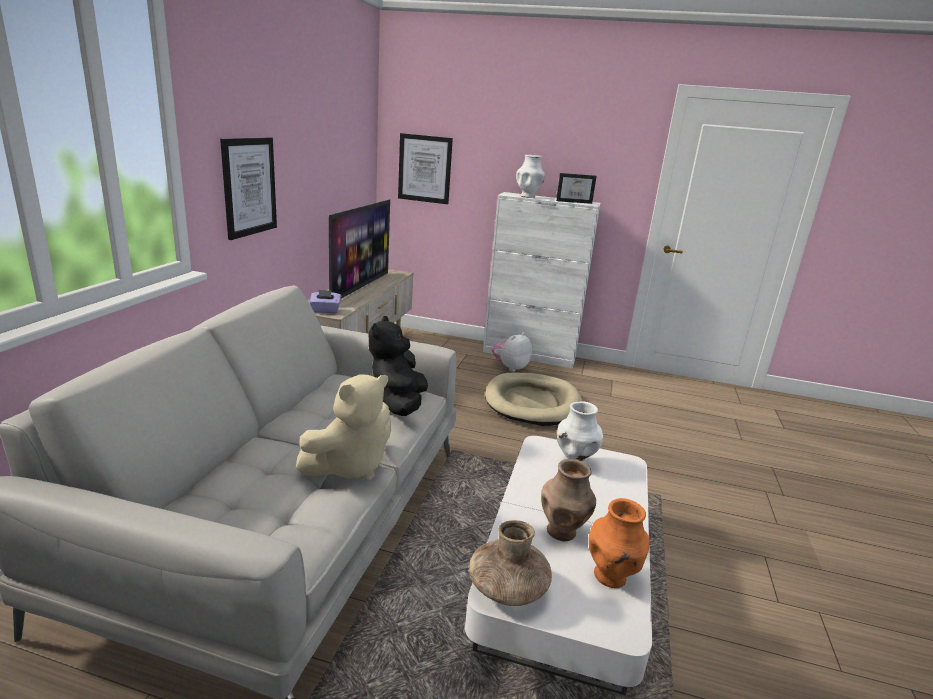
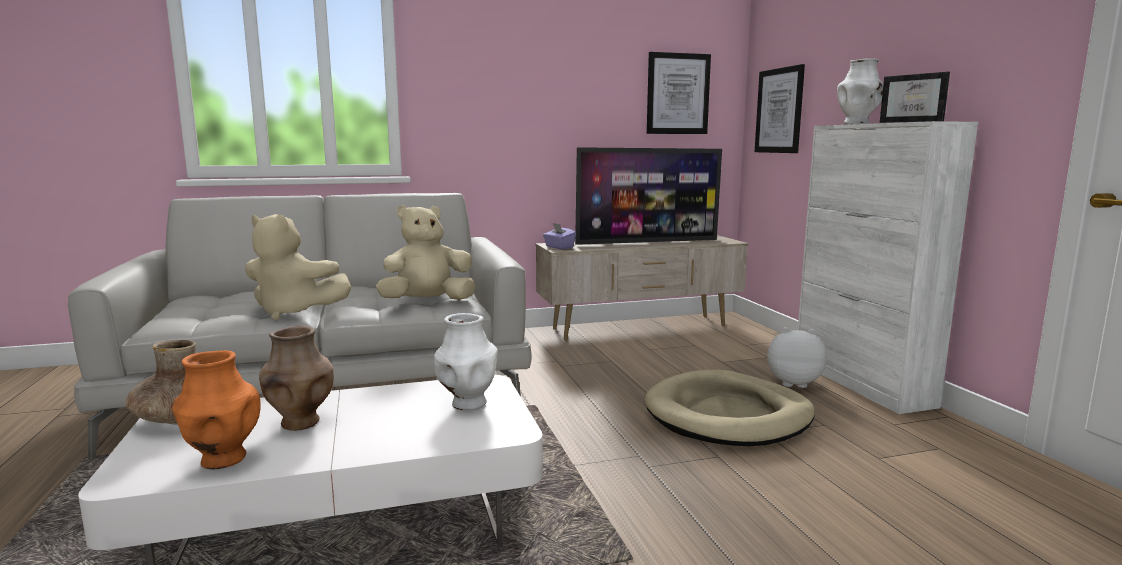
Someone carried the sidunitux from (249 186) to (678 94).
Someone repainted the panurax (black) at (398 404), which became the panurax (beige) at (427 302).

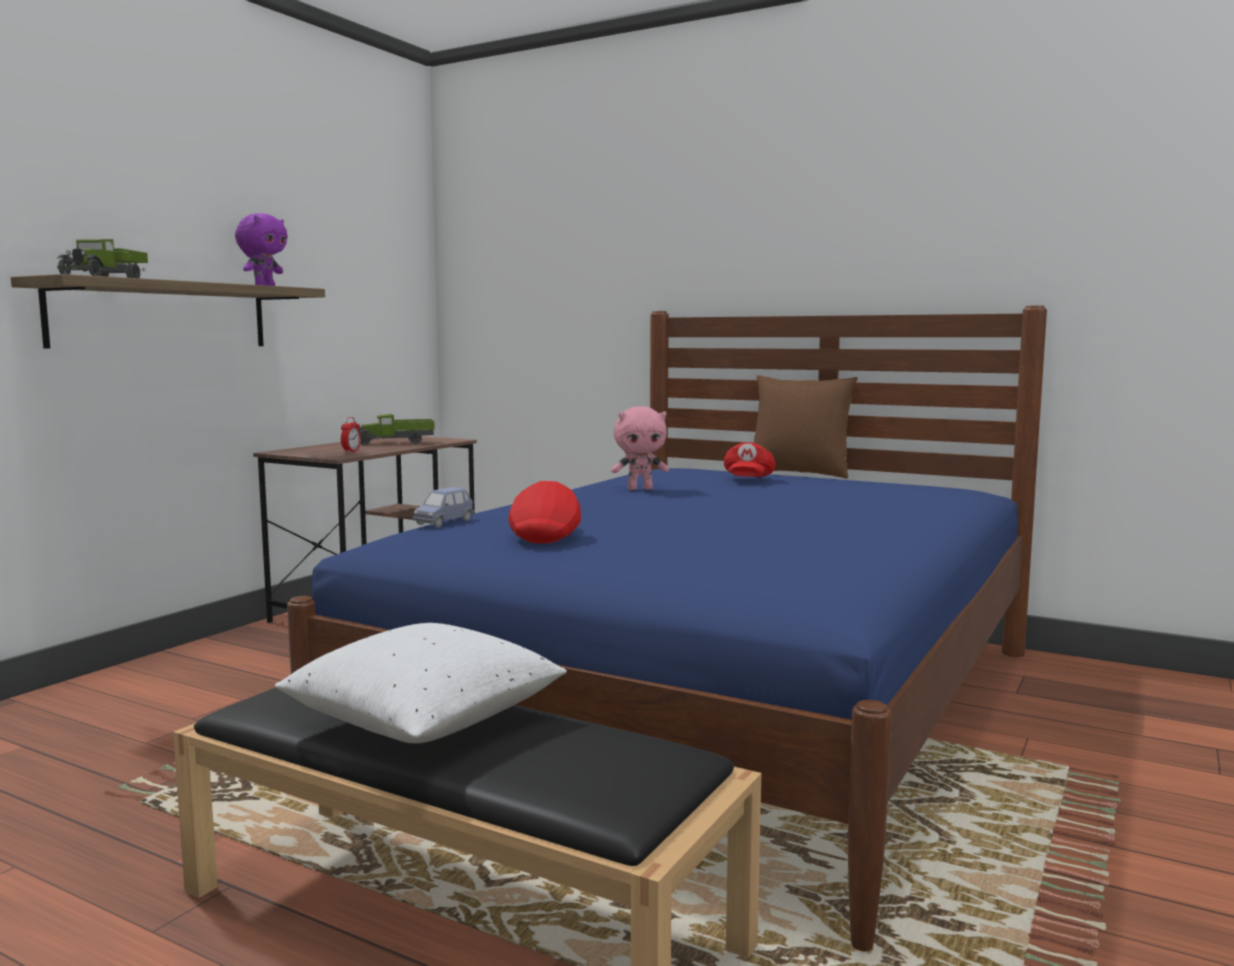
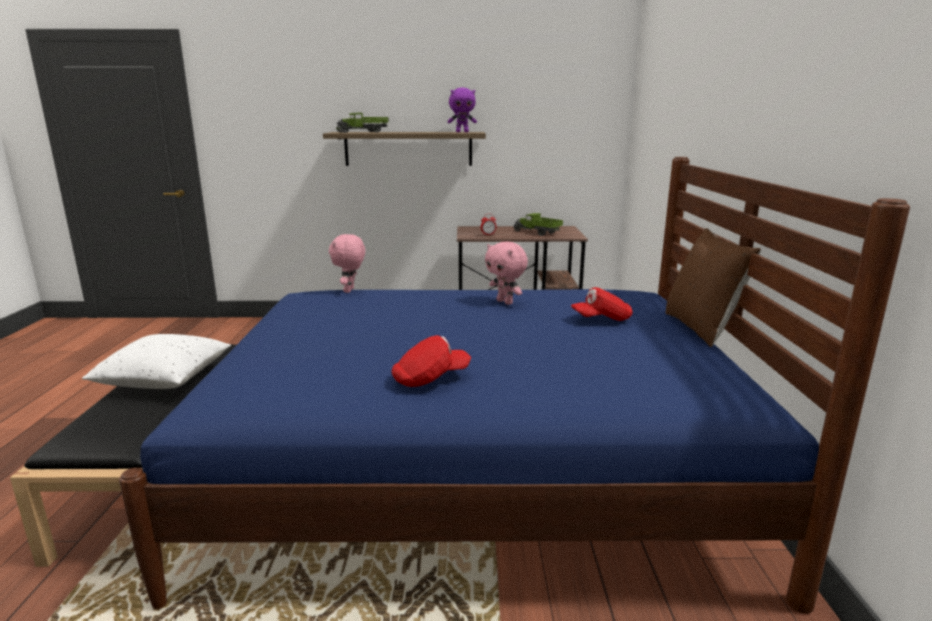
Someone swapped the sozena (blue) at (444 522) for the panurax (pink) at (350 290).
Someone carried the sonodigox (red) from (546 535) to (430 378).

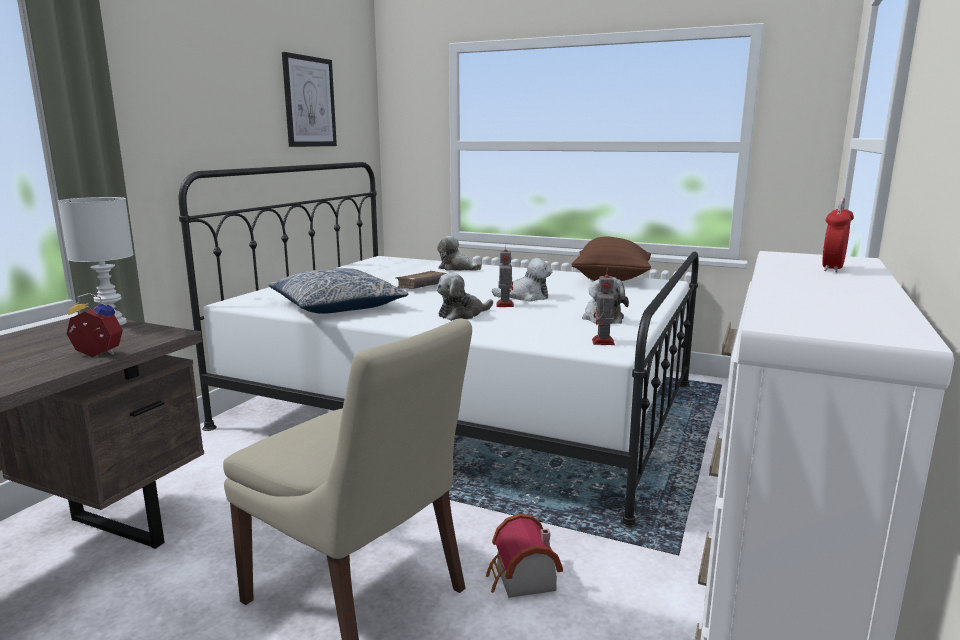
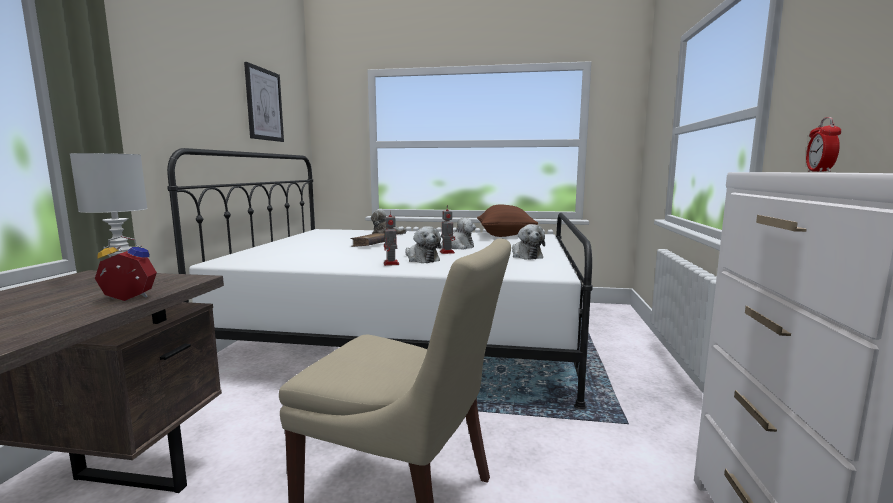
Someone took away the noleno at (337 306).
Someone rotated the panurax at (462 314) by 75 degrees counterclockwise.
Someone took away the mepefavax at (522 580).
Someone carried the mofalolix from (603 342) to (391 264).

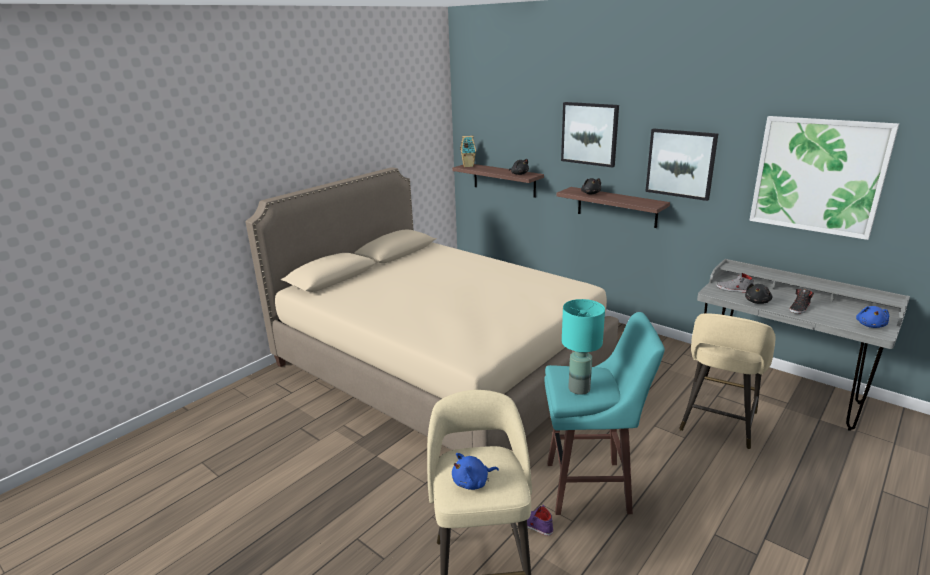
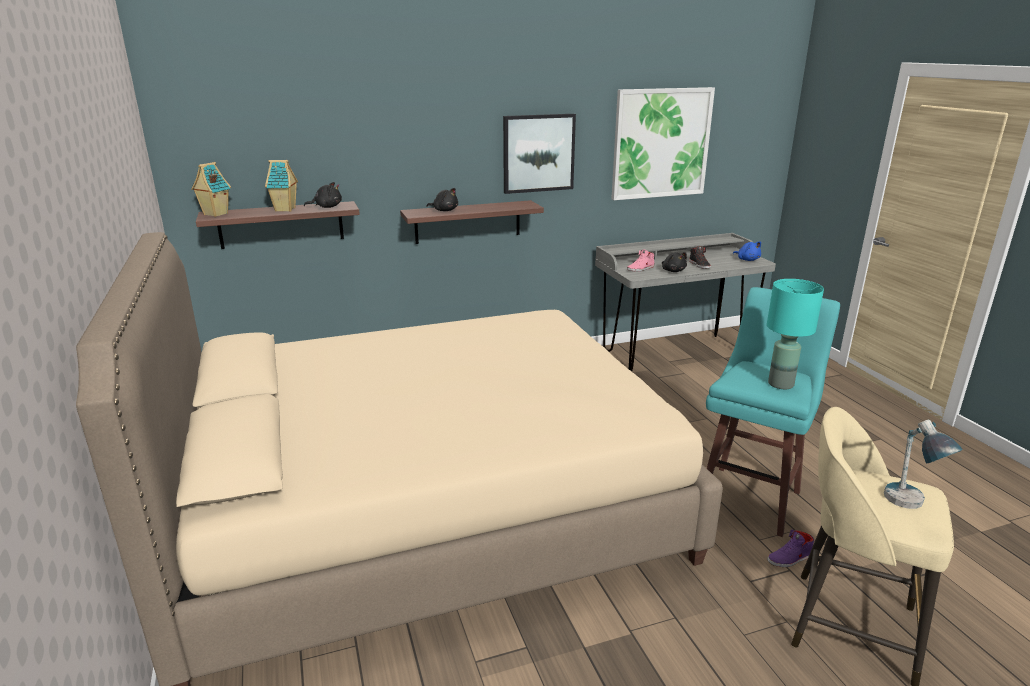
Someone swapped the panurax (blue) at (472 482) for the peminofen at (908 507).
Someone took away the sidunitux at (589 134).
Someone took away the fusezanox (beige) at (717 422).
Someone repainted the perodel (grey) at (734 289), which became the perodel (pink) at (641 268).
Someone put down the mepefavax at (285 209).

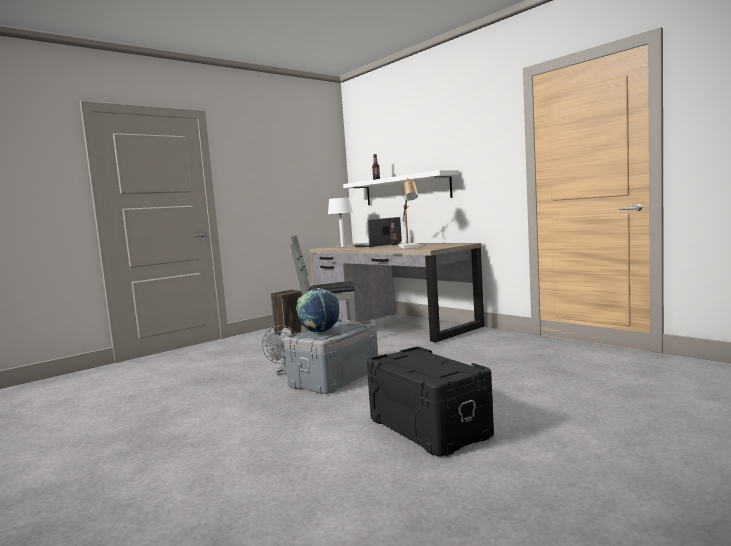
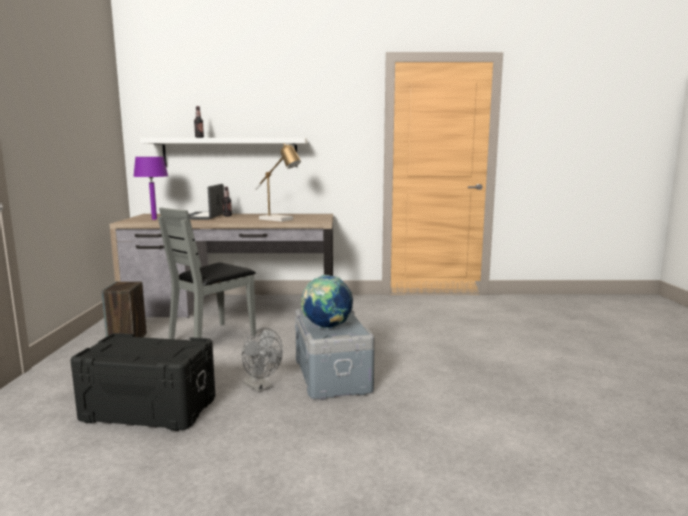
Someone repainted the peminofen (white) at (342 246), which became the peminofen (purple) at (154 219).
Someone carried the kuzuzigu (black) from (428 428) to (149 409).

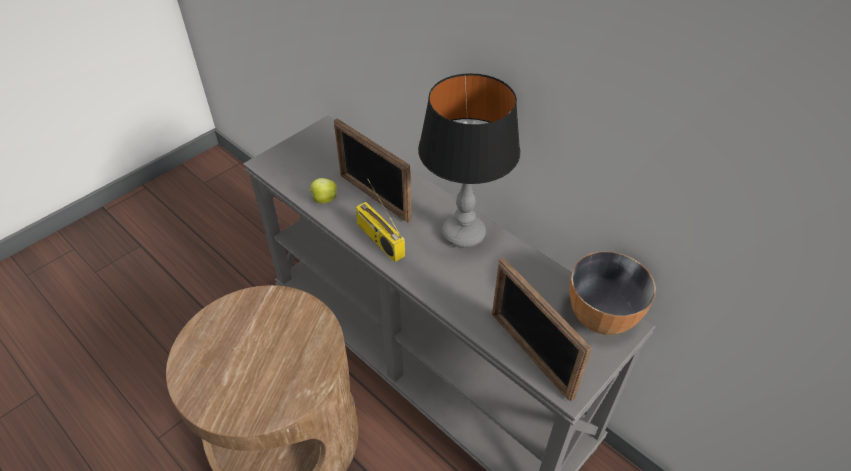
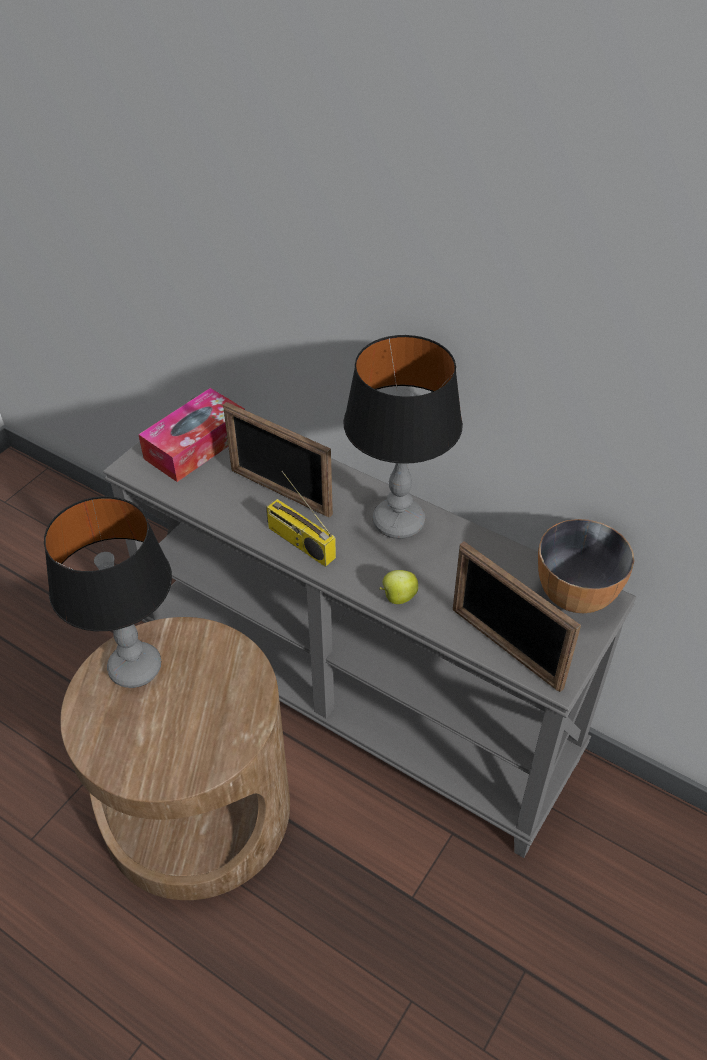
Someone carried the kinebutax from (324 199) to (398 597).
Someone put down the peminofen at (135 668).
Someone put down the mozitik at (196 446).

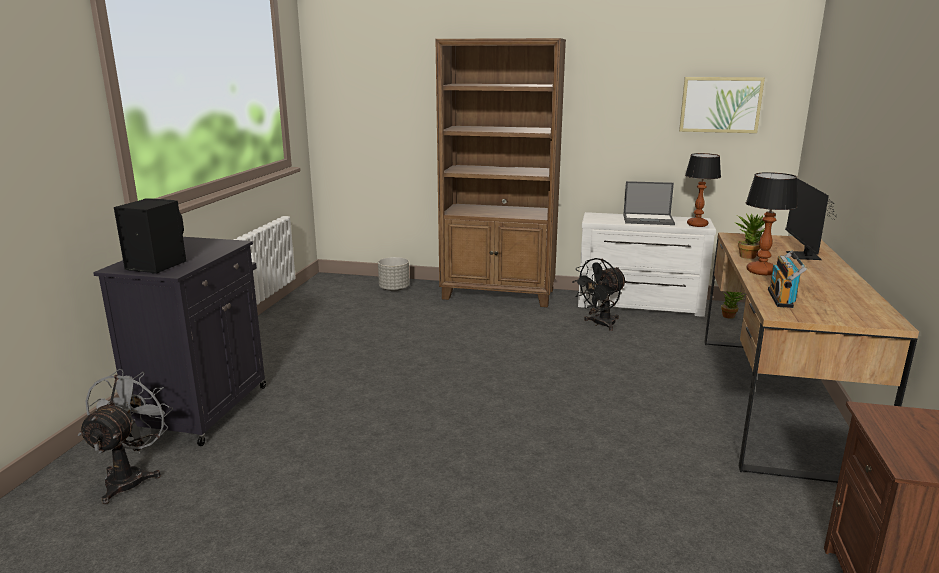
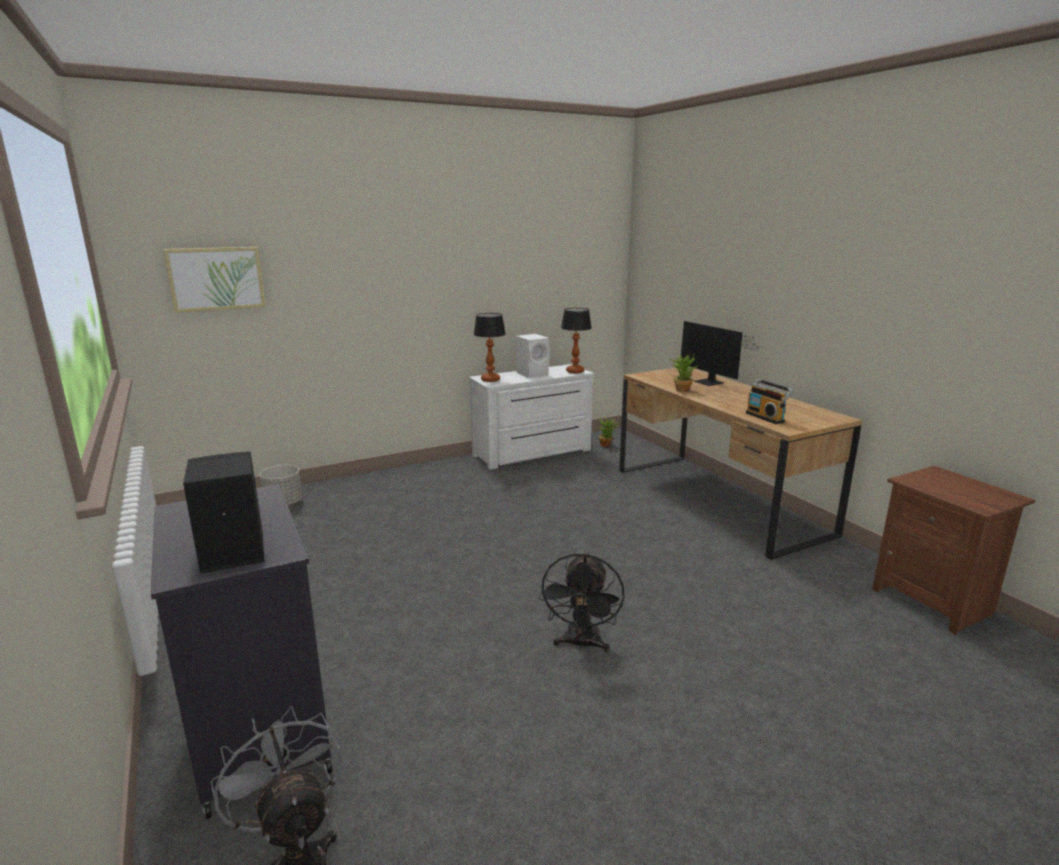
Someone took away the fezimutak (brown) at (499 295).
Someone carried the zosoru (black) from (600 324) to (581 644).
Someone swapped the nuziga at (649 219) for the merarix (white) at (533 374).
Someone carried the sidunitux from (720 104) to (216 278).
Someone carried the peminofen from (761 272) to (490 380).

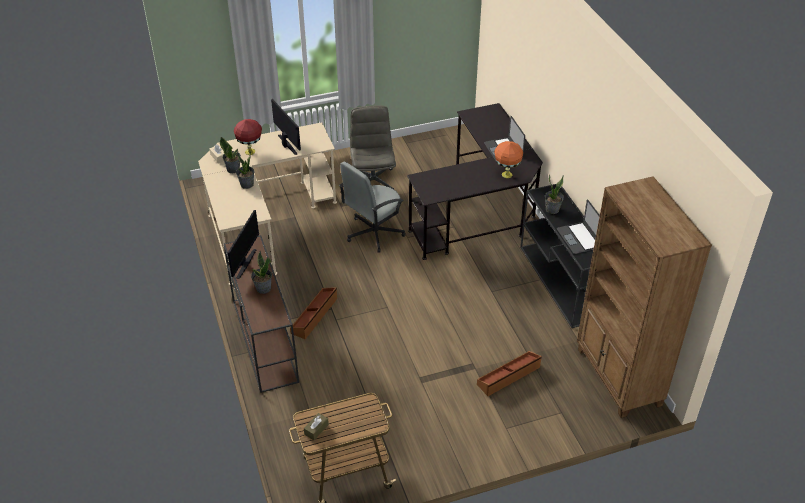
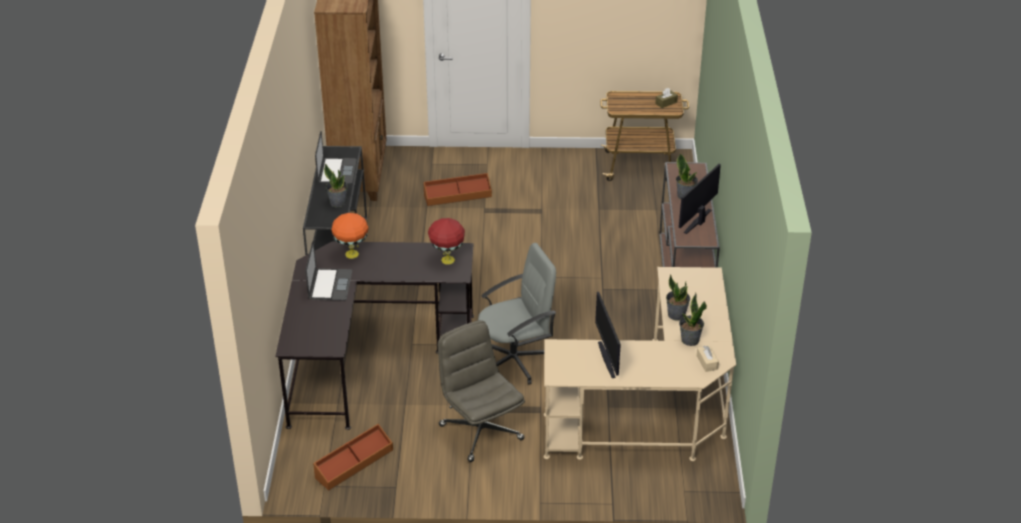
Someone carried the peminofen (red) from (250 151) to (447 260).
Someone carried the kuzuzigu (brown) from (315 316) to (353 463).
Someone rotated the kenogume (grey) at (373 182) by 135 degrees clockwise.

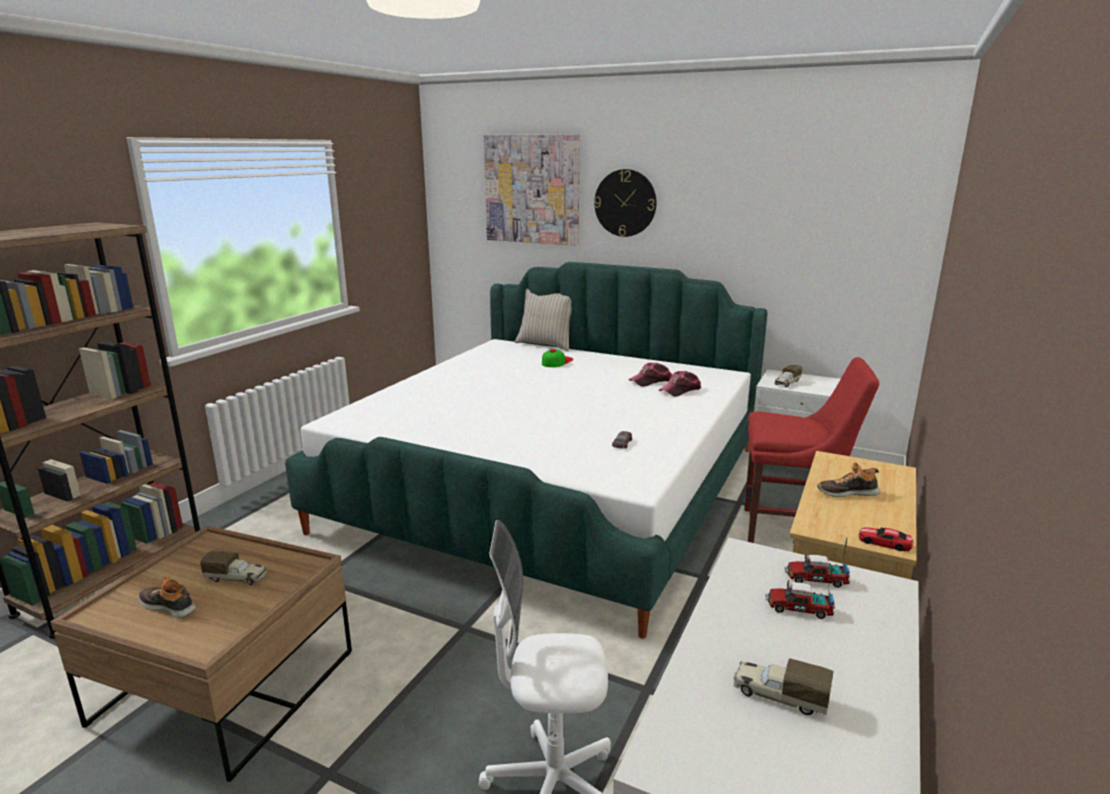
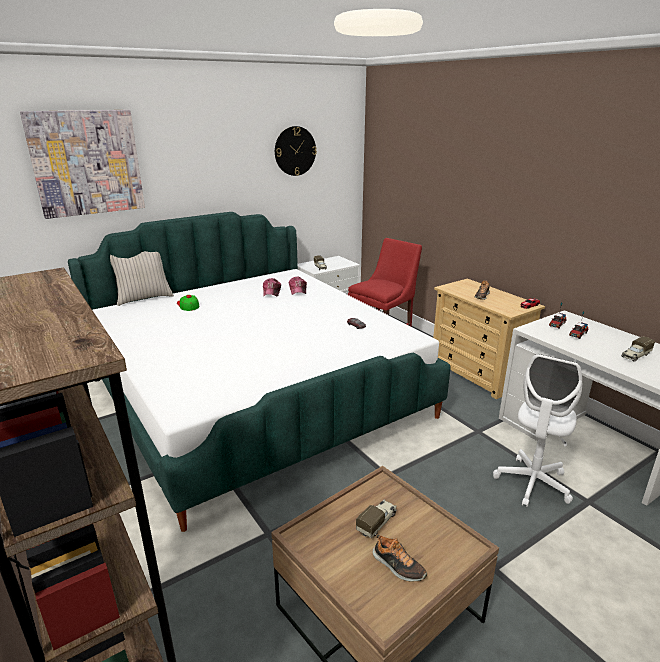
Someone rotated the perodel at (169 606) by 105 degrees counterclockwise.
Someone carried the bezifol from (625 203) to (295 151).

